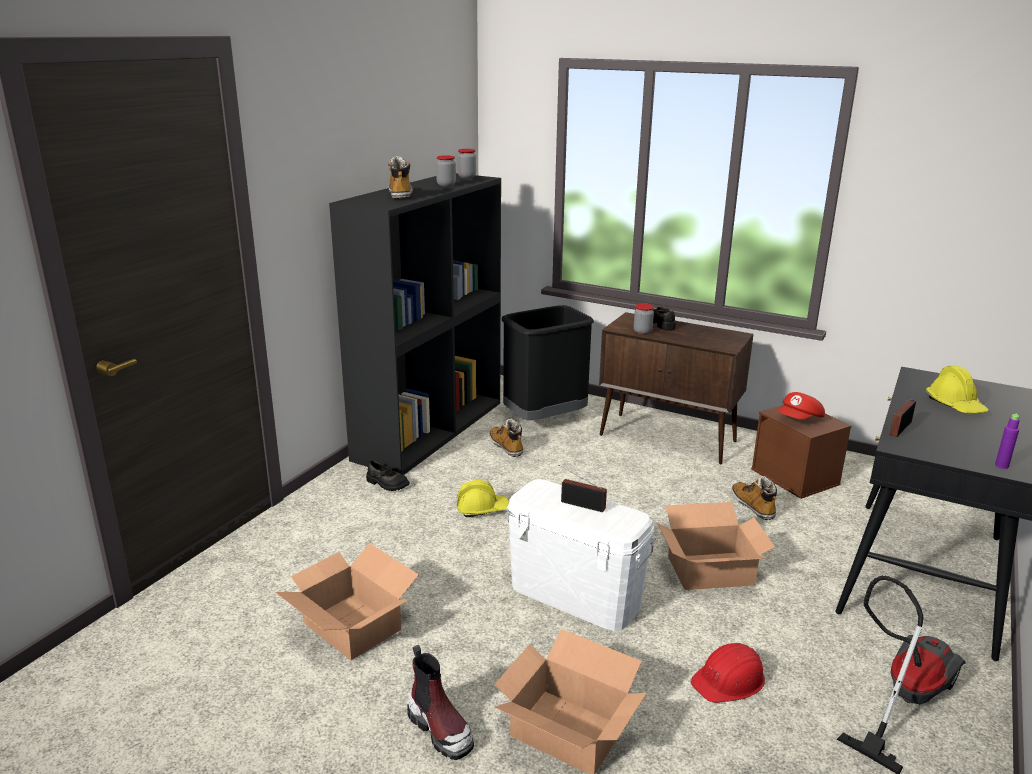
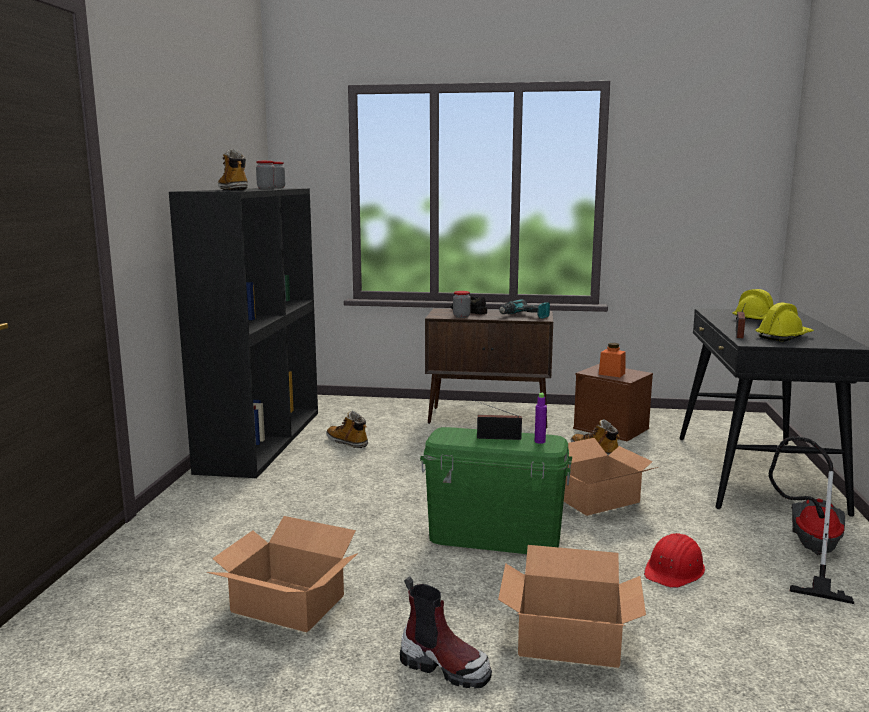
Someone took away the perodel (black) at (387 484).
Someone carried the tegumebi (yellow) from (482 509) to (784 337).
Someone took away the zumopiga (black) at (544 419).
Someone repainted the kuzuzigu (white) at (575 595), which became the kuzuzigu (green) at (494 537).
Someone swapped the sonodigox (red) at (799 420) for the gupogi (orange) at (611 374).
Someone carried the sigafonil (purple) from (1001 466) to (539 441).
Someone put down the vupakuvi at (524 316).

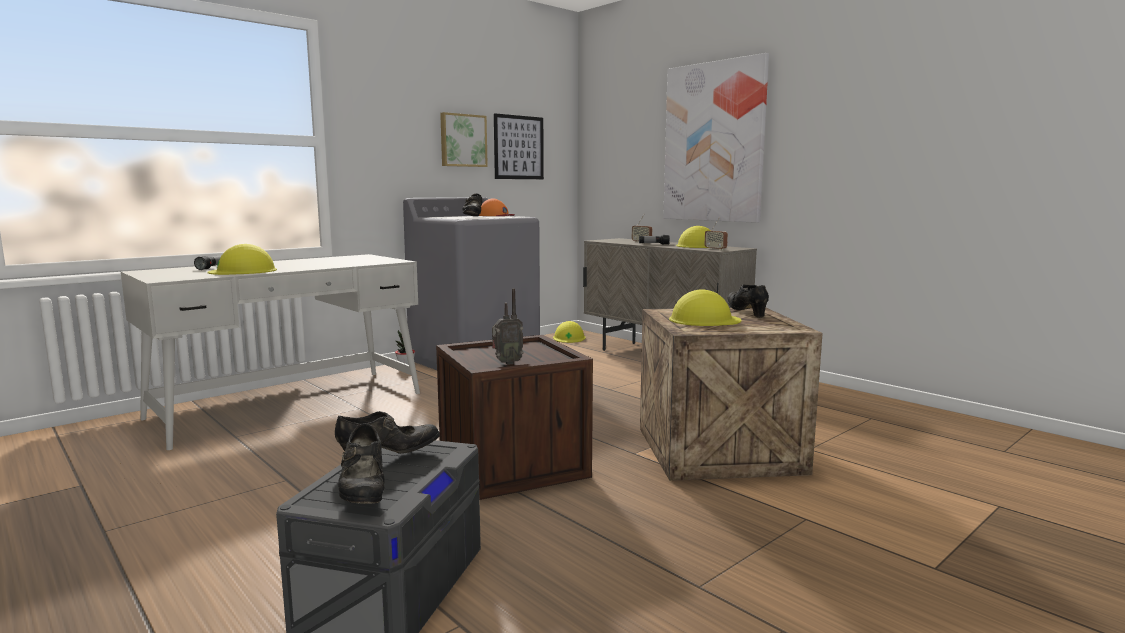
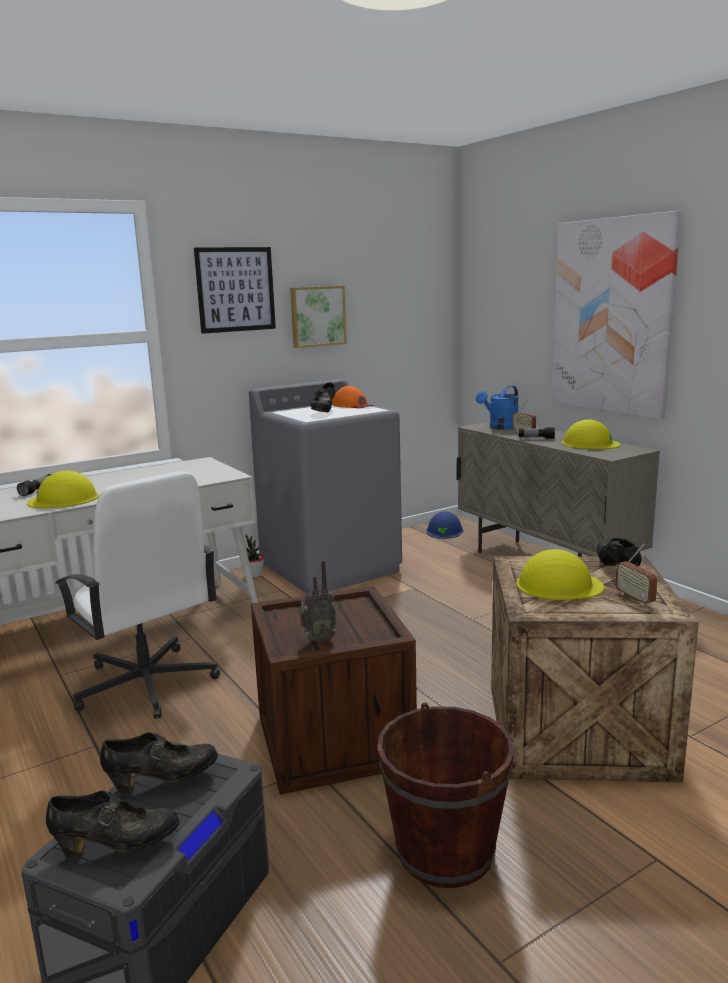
Someone rotated the perodel (black) at (363 493) by 90 degrees counterclockwise.
Someone carried the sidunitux from (519 147) to (235 289).
Someone repainted the tegumebi (yellow) at (569 338), which became the tegumebi (blue) at (444 531).
Someone carried the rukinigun from (715 249) to (635 598).
Someone put down the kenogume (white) at (146 685).
Someone put down the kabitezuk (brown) at (445 851).
Someone put down the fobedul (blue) at (500 427).

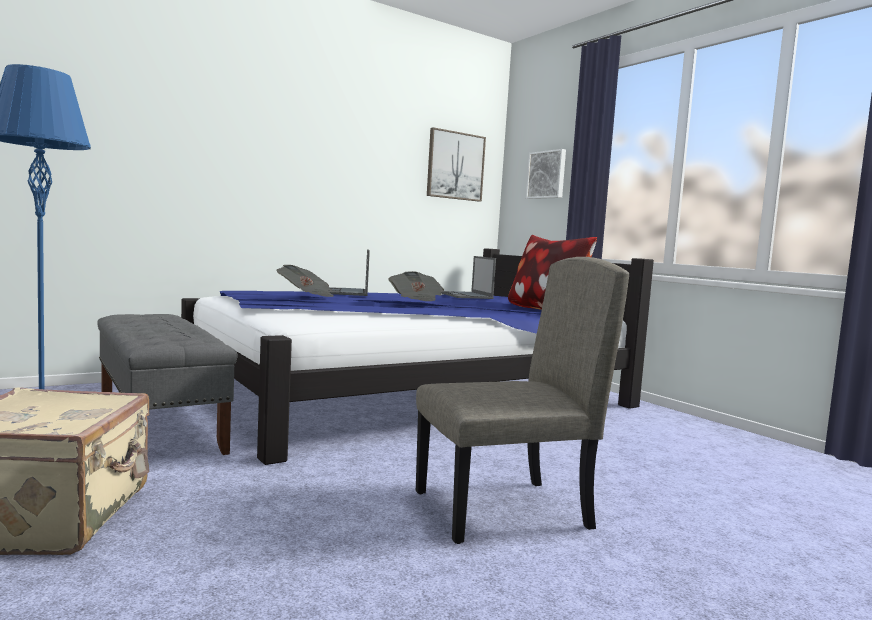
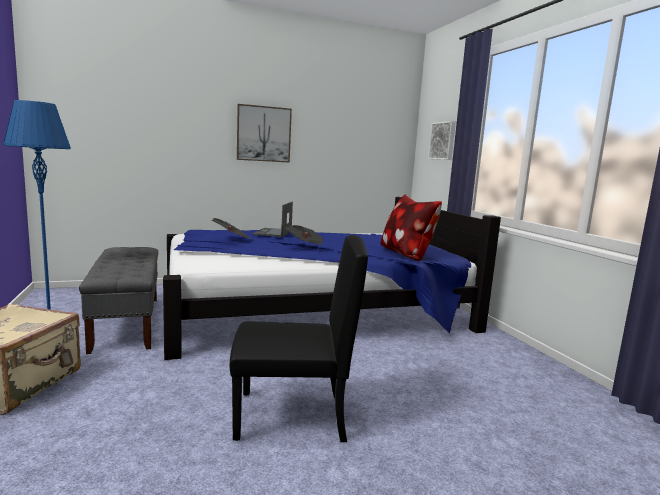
Someone repainted the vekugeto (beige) at (502 510), which became the vekugeto (black) at (291 416).
Someone carried the sidunitux from (455 166) to (263 134).
Someone took away the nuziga at (466 295).

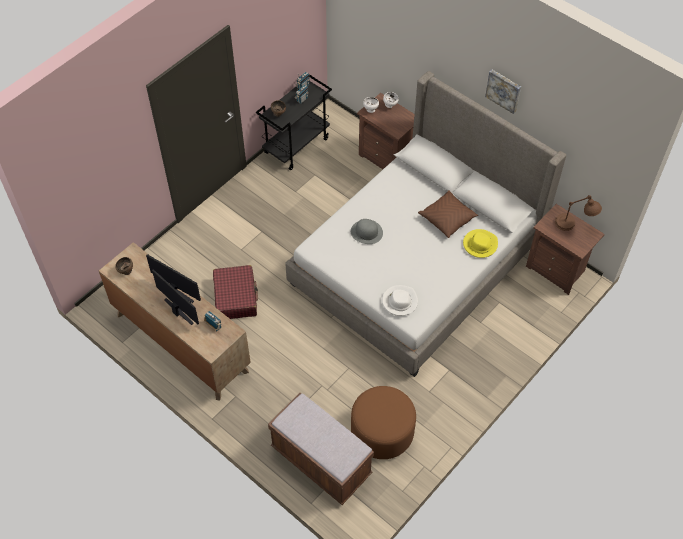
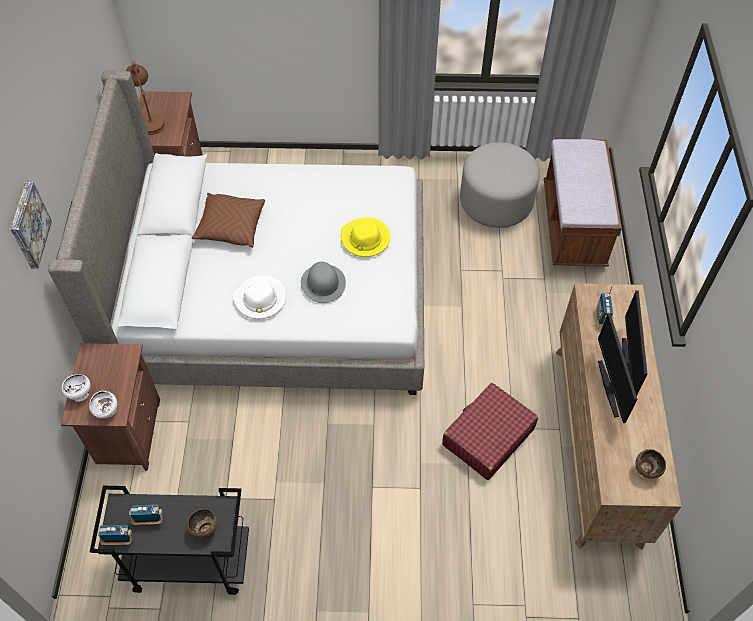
Someone repainted the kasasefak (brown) at (382 432), which became the kasasefak (grey) at (496 202).
Someone carried the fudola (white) from (399 301) to (260 299).
Someone carried the fudola (yellow) from (480 244) to (365 239).
Someone carried the sidunitux from (504 90) to (28 225).

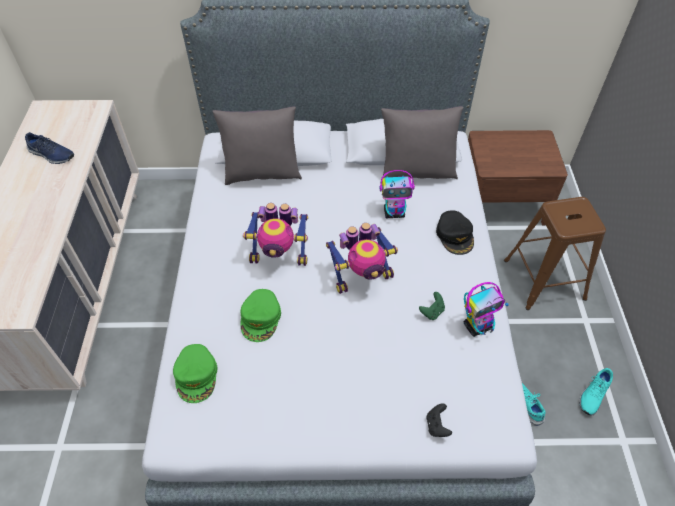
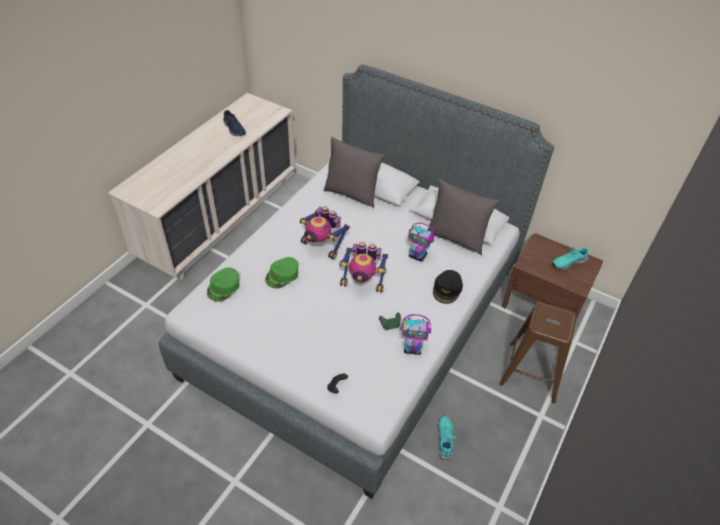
Someone carried the perodel (turquoise) from (593 394) to (568 262).

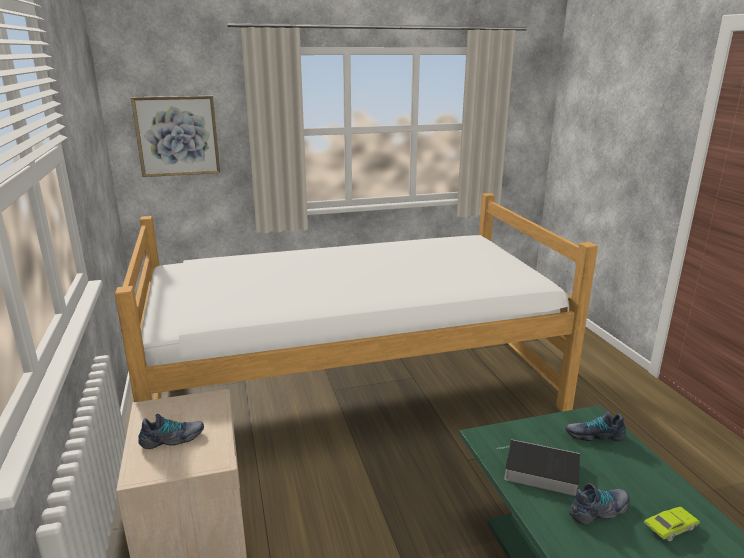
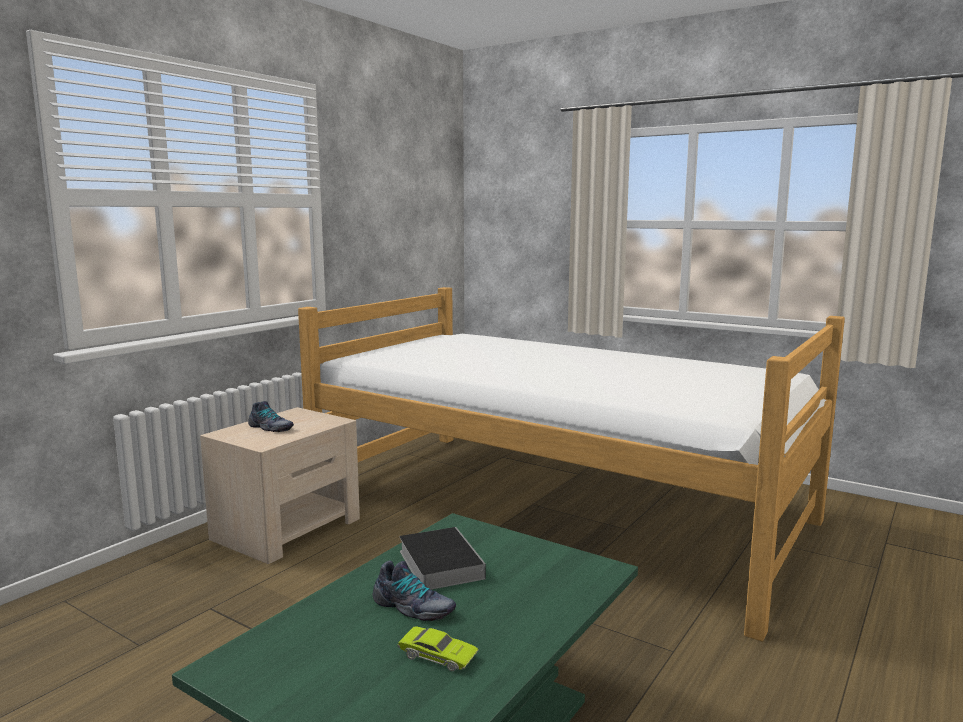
Someone took away the sidunitux at (177 136).
Someone took away the perodel at (594 435).

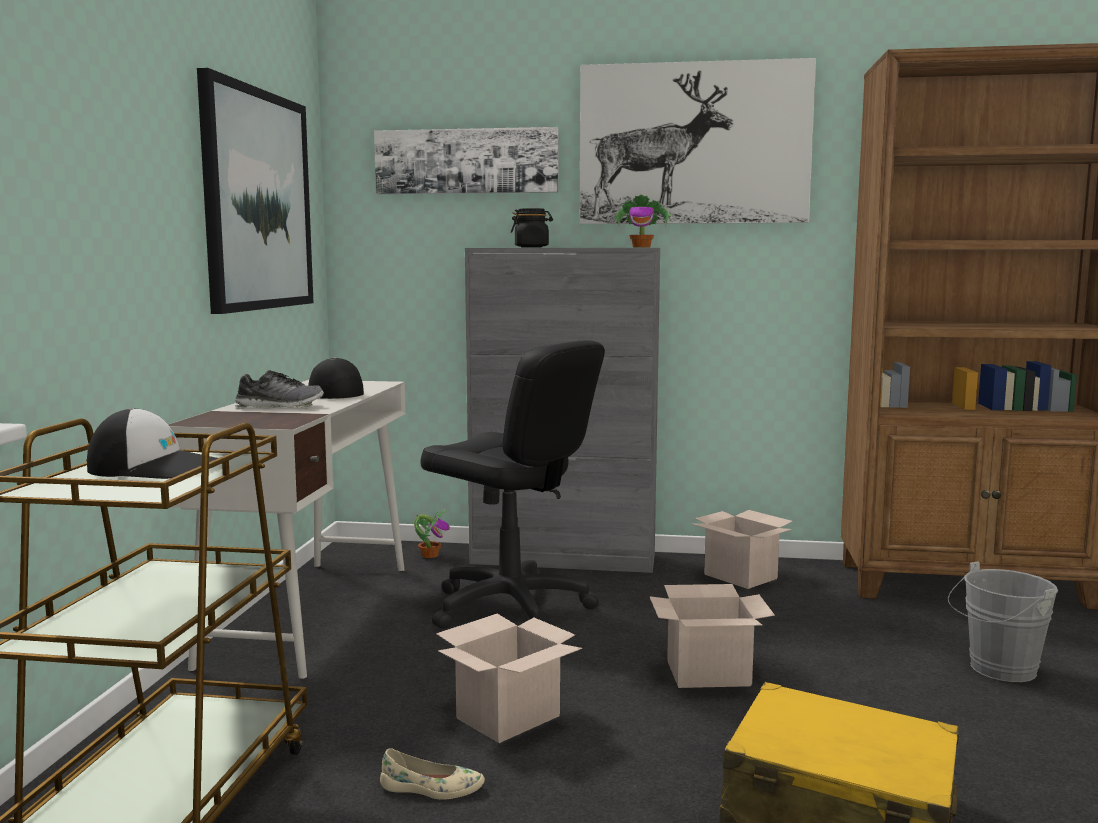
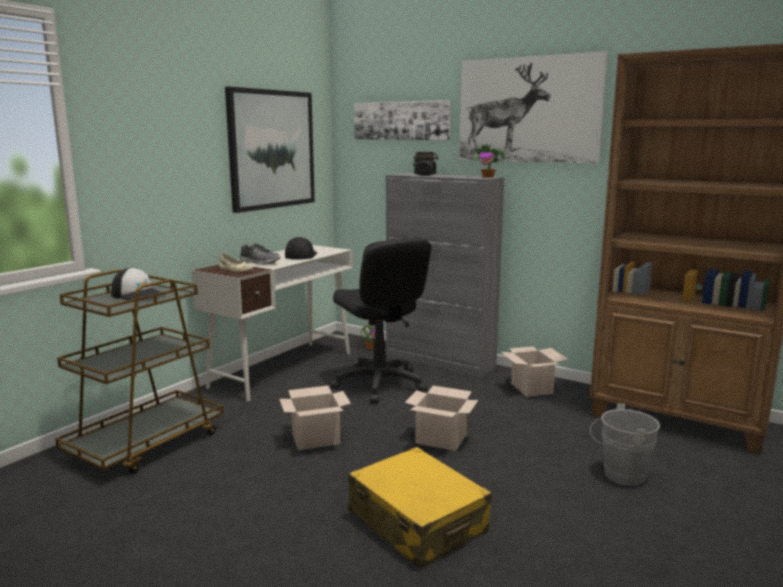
Someone carried the perodel (beige) from (432 789) to (235 270).

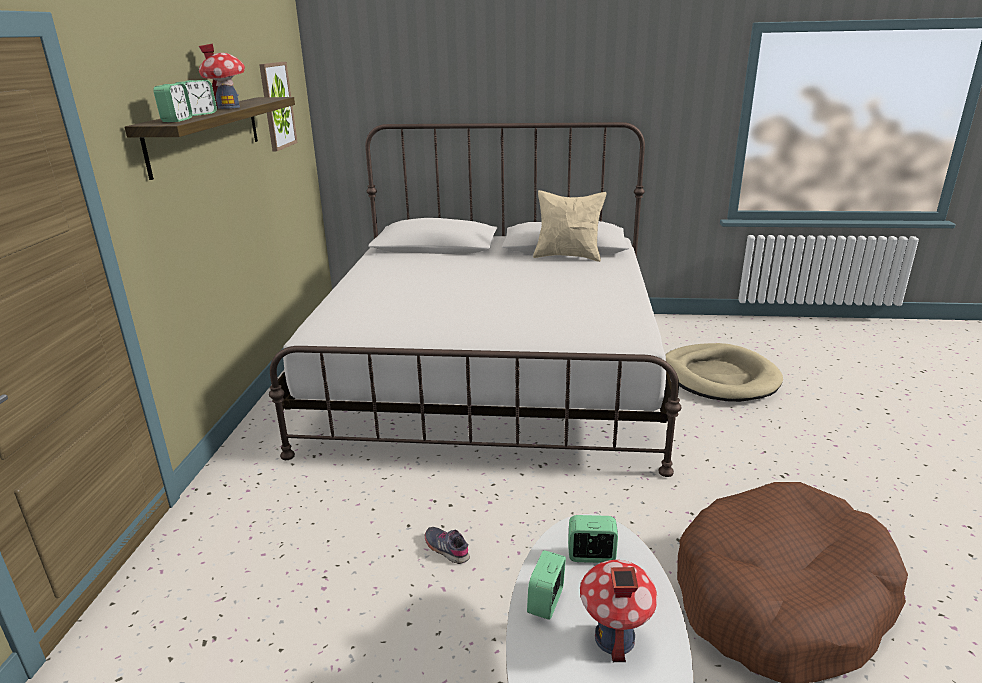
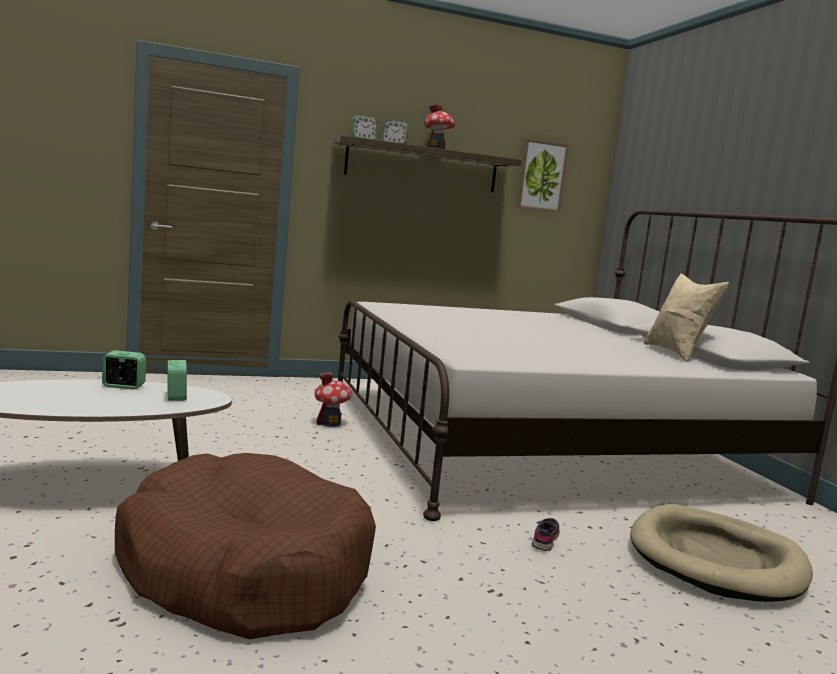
Someone carried the perodel (grey) from (447 548) to (545 539).
Someone carried the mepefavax from (614 638) to (330 423).

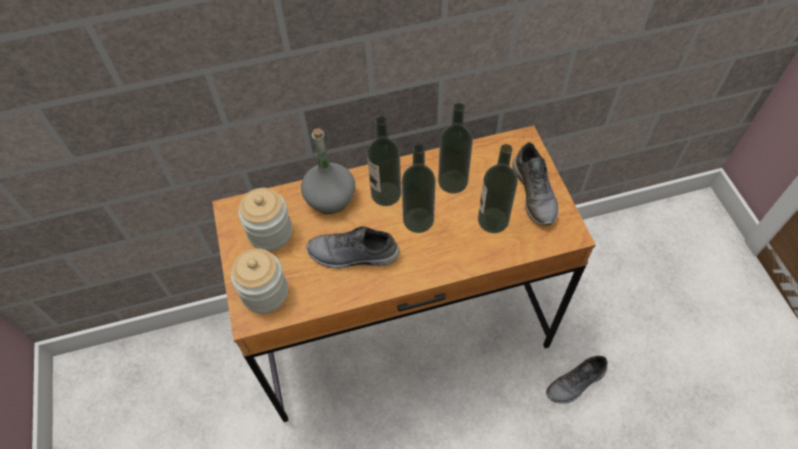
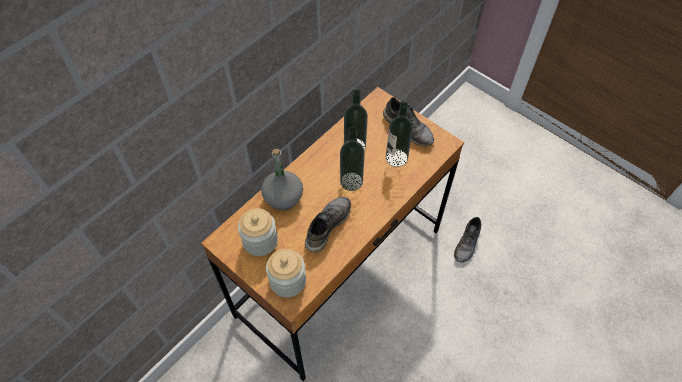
Someone rotated the perodel (grey) at (353 255) by 150 degrees clockwise.
Someone took away the sigafonil at (386 194).

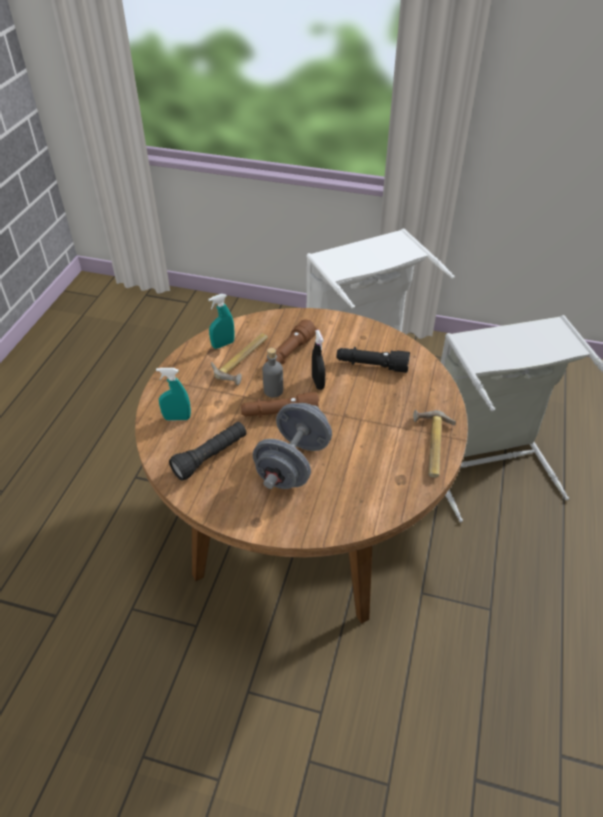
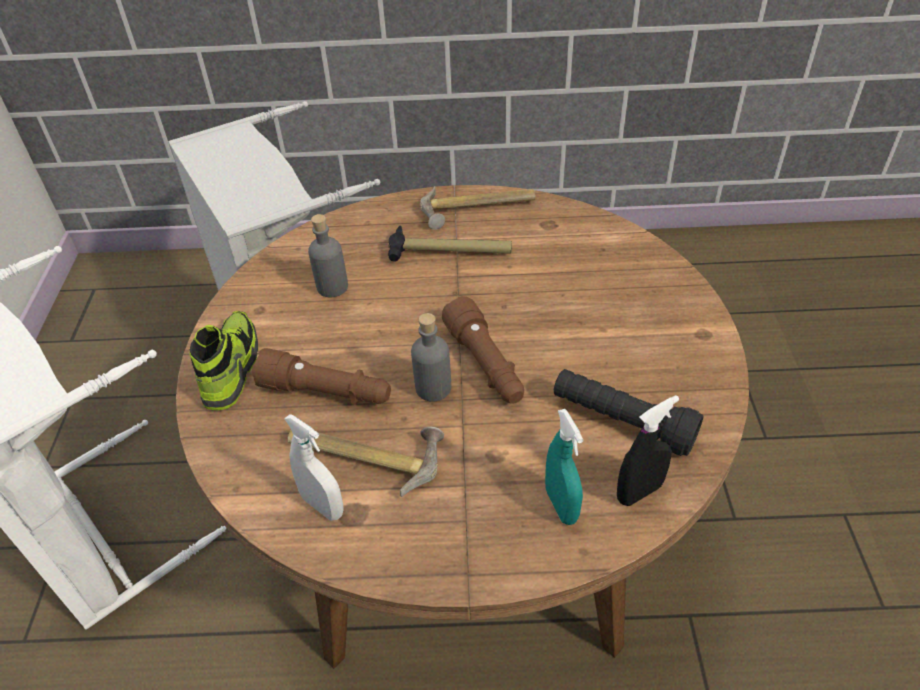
Someone repainted the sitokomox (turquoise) at (223 344), which became the sitokomox (white) at (323 506).
Someone took away the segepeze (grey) at (293 464).
Someone carried the sitokomox (black) from (318 382) to (639 492).
Someone swapped the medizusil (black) at (371 365) for the sigafonil (grey) at (332 287).
Someone put down the perodel at (231 369).
Someone put down the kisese at (450 251).

